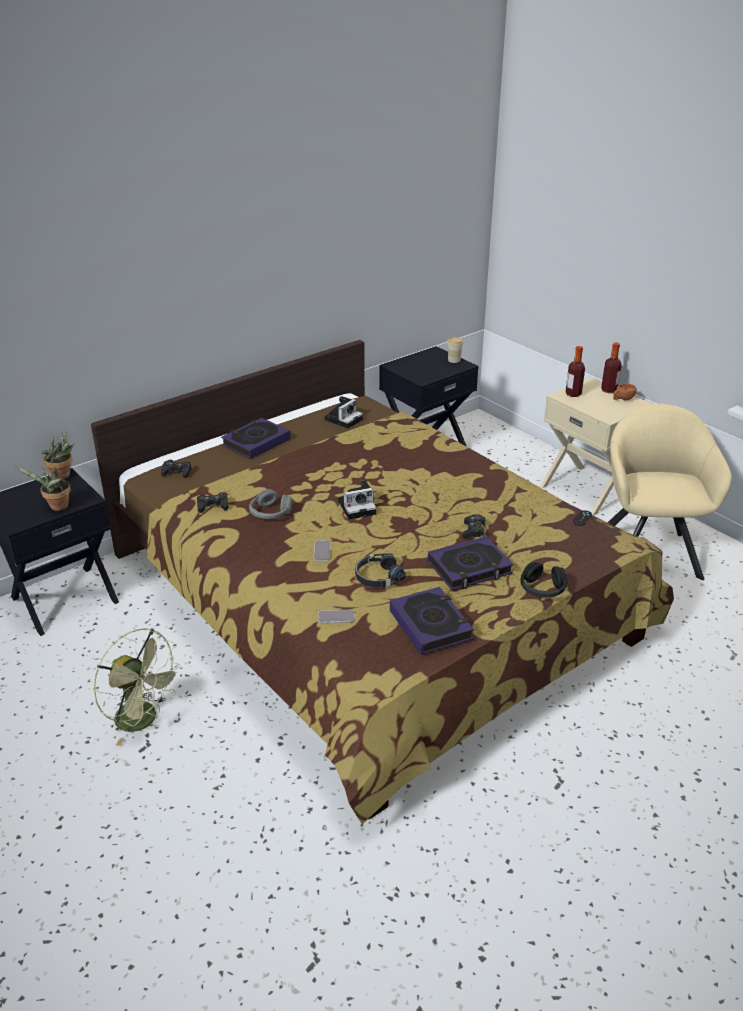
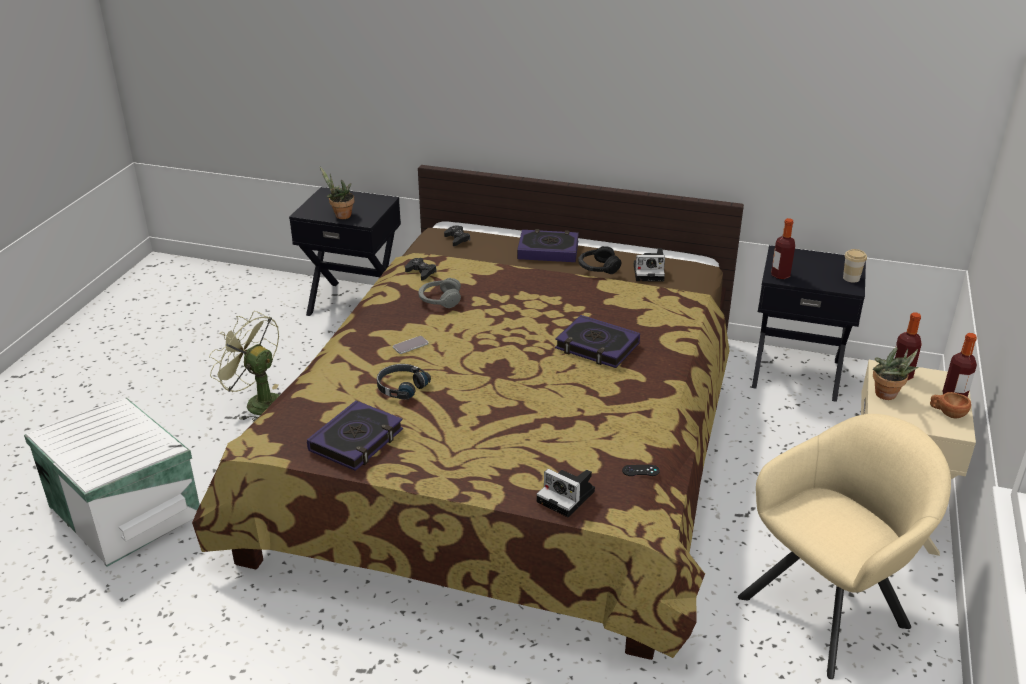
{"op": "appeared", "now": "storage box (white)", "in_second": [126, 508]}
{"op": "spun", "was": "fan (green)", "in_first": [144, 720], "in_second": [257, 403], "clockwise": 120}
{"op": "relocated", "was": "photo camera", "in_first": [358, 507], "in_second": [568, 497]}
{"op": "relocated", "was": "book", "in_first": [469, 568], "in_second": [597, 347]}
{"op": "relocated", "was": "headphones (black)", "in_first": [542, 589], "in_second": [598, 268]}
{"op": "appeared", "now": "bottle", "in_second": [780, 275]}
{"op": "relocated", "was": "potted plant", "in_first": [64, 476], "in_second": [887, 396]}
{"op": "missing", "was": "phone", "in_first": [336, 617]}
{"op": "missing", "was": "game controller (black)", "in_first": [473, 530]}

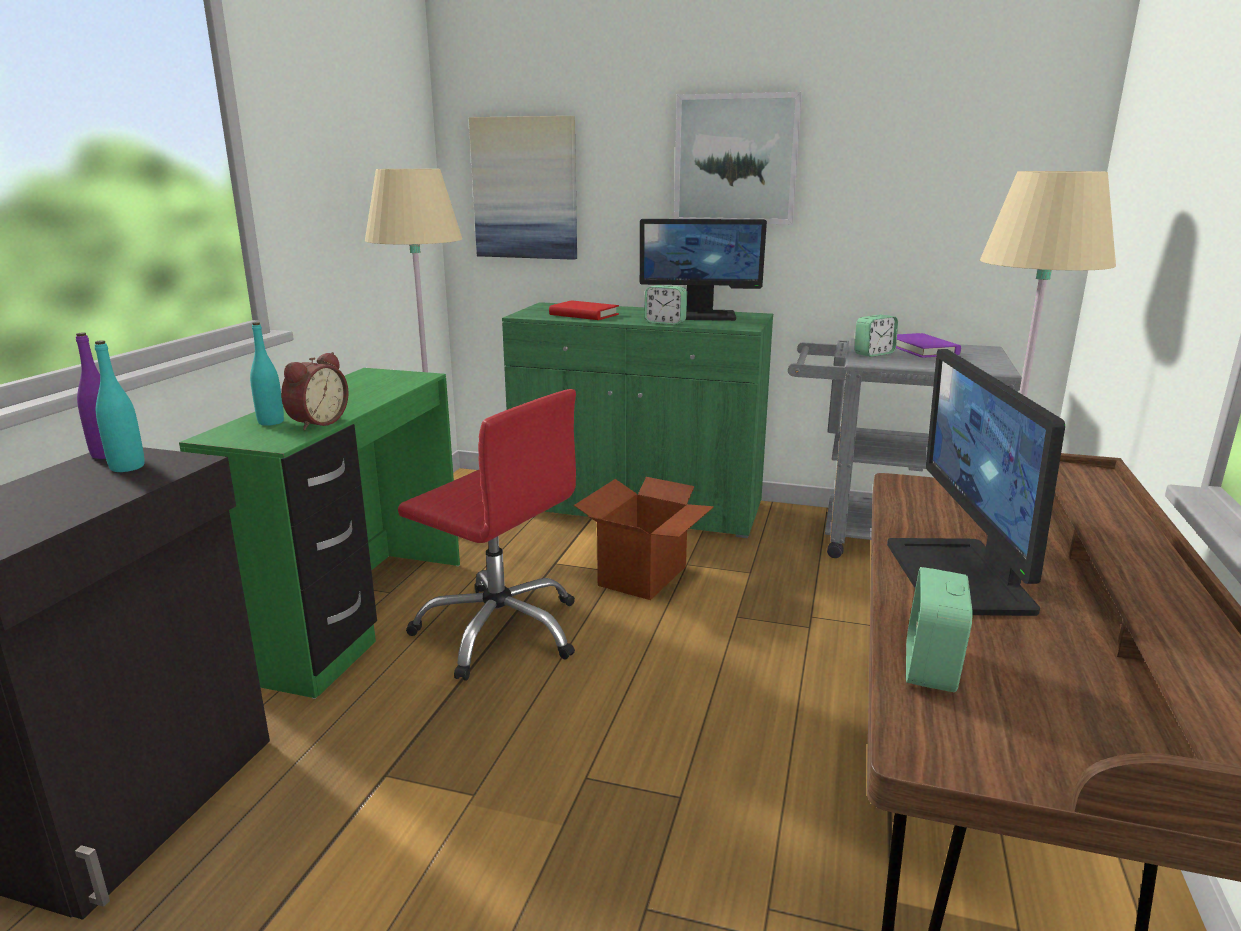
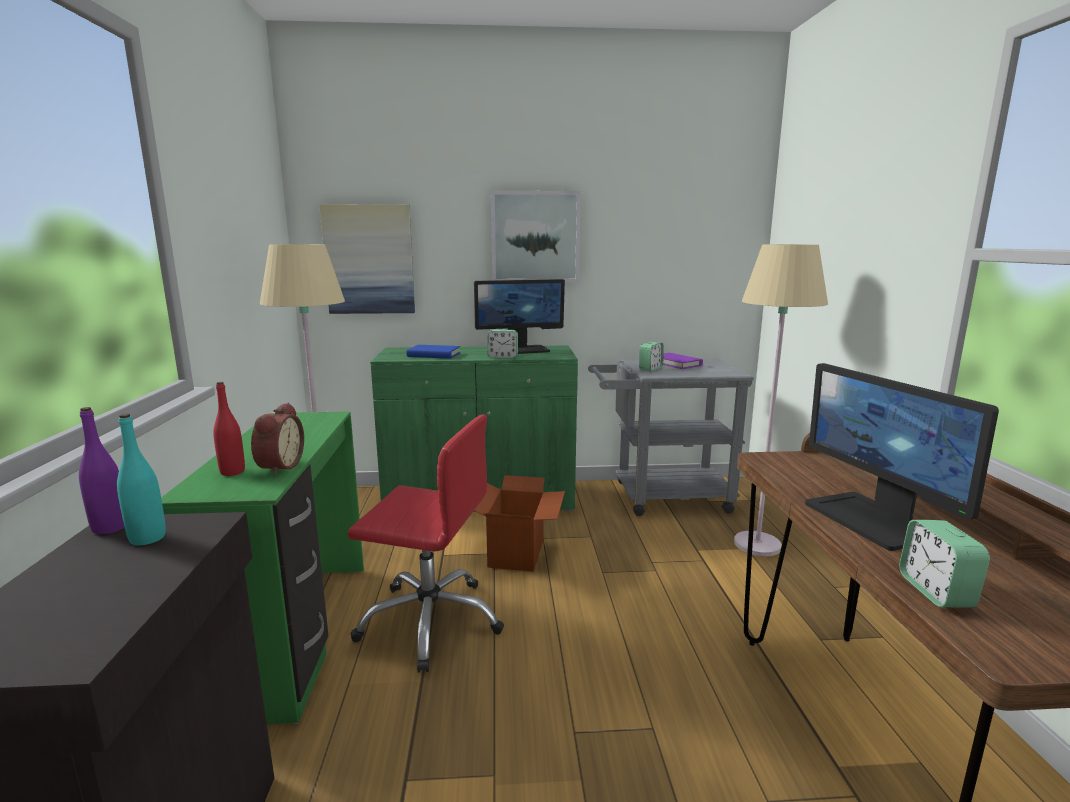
{"op": "colour", "was": "bottle (turquoise)", "now": "bottle (red)", "in_first": [271, 422], "in_second": [232, 472]}
{"op": "colour", "was": "book (red)", "now": "book (blue)", "in_first": [584, 315], "in_second": [434, 355]}

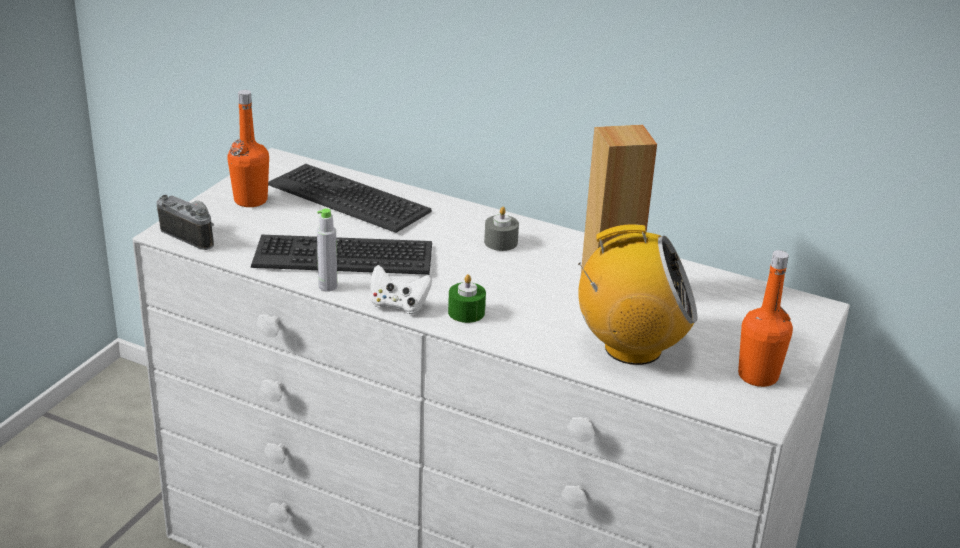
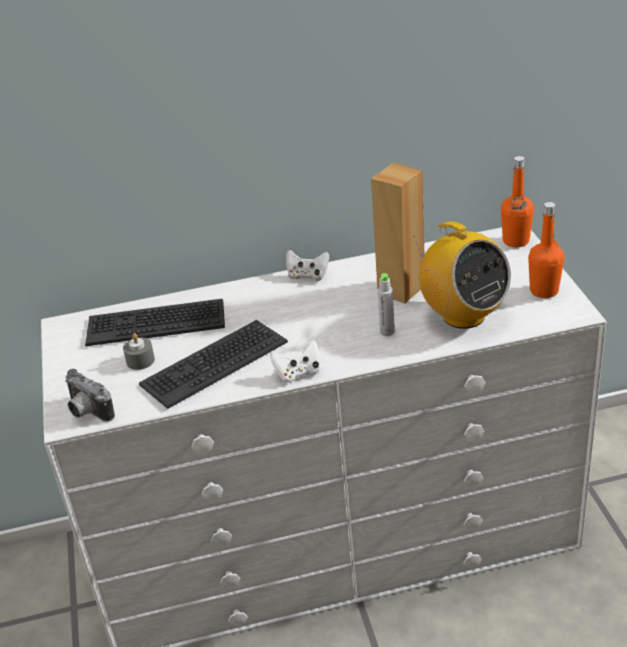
{"op": "spun", "was": "photo camera", "in_first": [193, 234], "in_second": [87, 412], "clockwise": -135}
{"op": "relocated", "was": "candle (grey)", "in_first": [501, 242], "in_second": [140, 360]}
{"op": "appeared", "now": "game controller (white)", "in_second": [307, 276]}
{"op": "relocated", "was": "bottle (grey)", "in_first": [327, 286], "in_second": [387, 331]}
{"op": "spun", "was": "radio", "in_first": [631, 348], "in_second": [463, 315], "clockwise": 90}
{"op": "relocated", "was": "bottle (orange)", "in_first": [250, 200], "in_second": [516, 241]}
{"op": "missing", "was": "candle (green)", "in_first": [466, 312]}

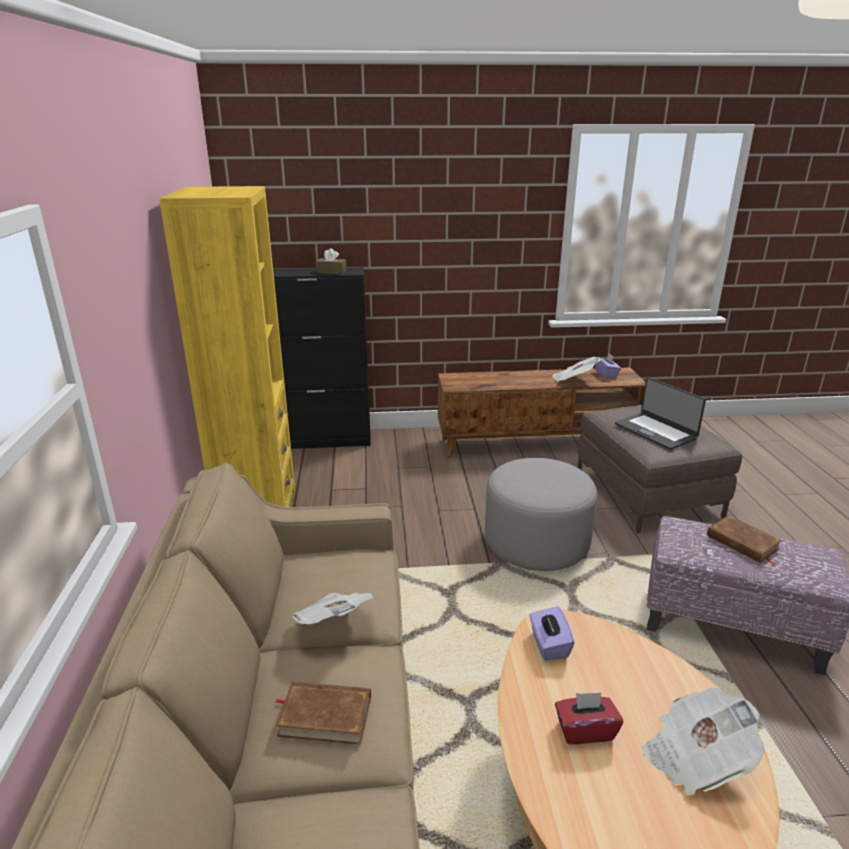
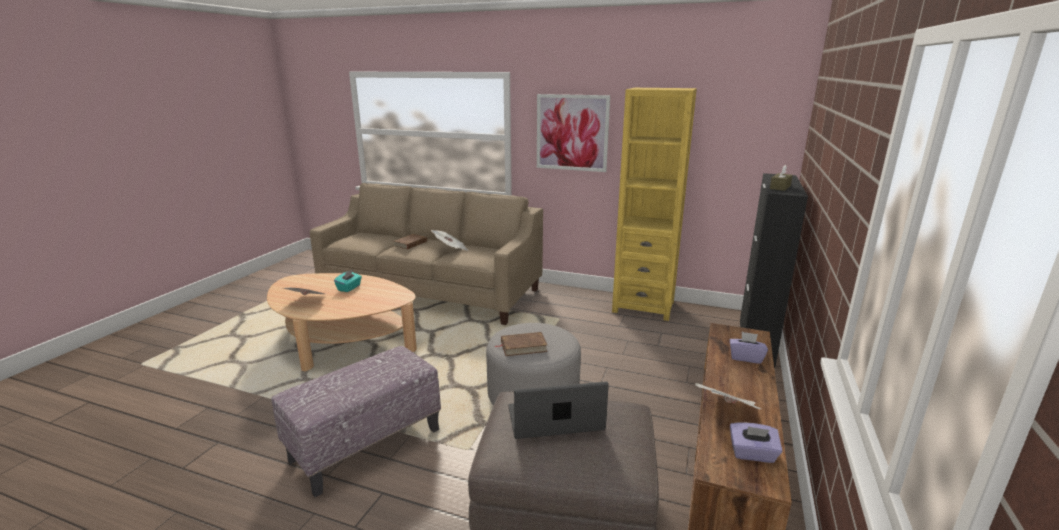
{"op": "colour", "was": "tissue box (red)", "now": "tissue box (turquoise)", "in_first": [585, 730], "in_second": [349, 288]}
{"op": "relocated", "was": "book (brown)", "in_first": [742, 542], "in_second": [523, 346]}
{"op": "appeared", "now": "picture", "in_second": [572, 133]}
{"op": "relocated", "was": "tissue box (purple)", "in_first": [549, 645], "in_second": [745, 357]}

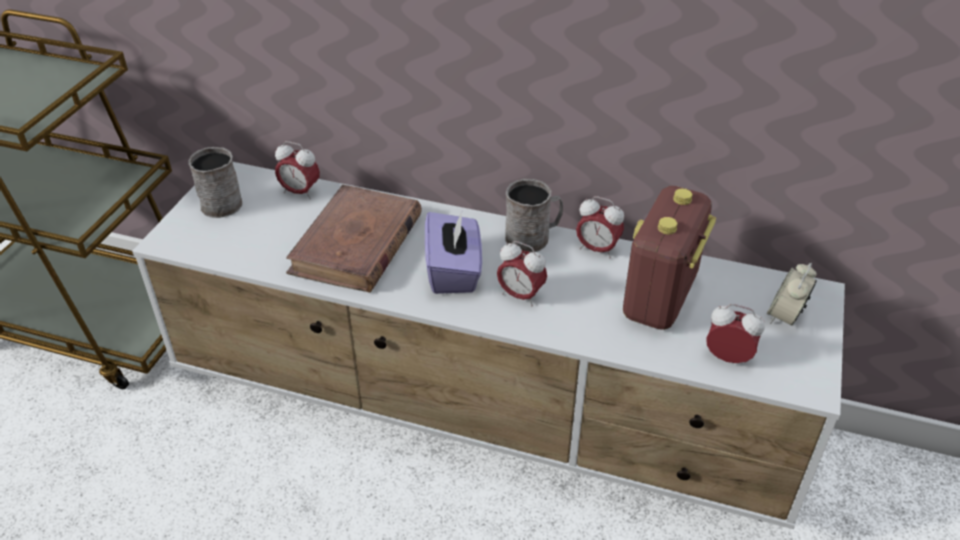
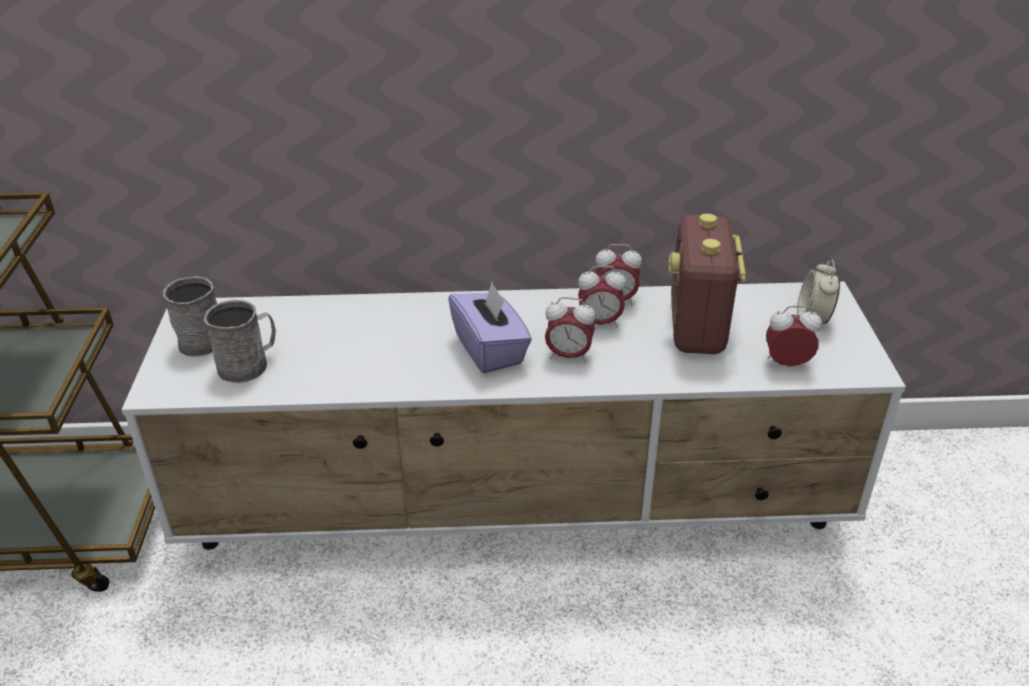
{"op": "relocated", "was": "mug (grey)", "in_first": [533, 237], "in_second": [249, 364]}
{"op": "relocated", "was": "alarm clock", "in_first": [300, 192], "in_second": [599, 323]}
{"op": "missing", "was": "book (brown)", "in_first": [356, 244]}

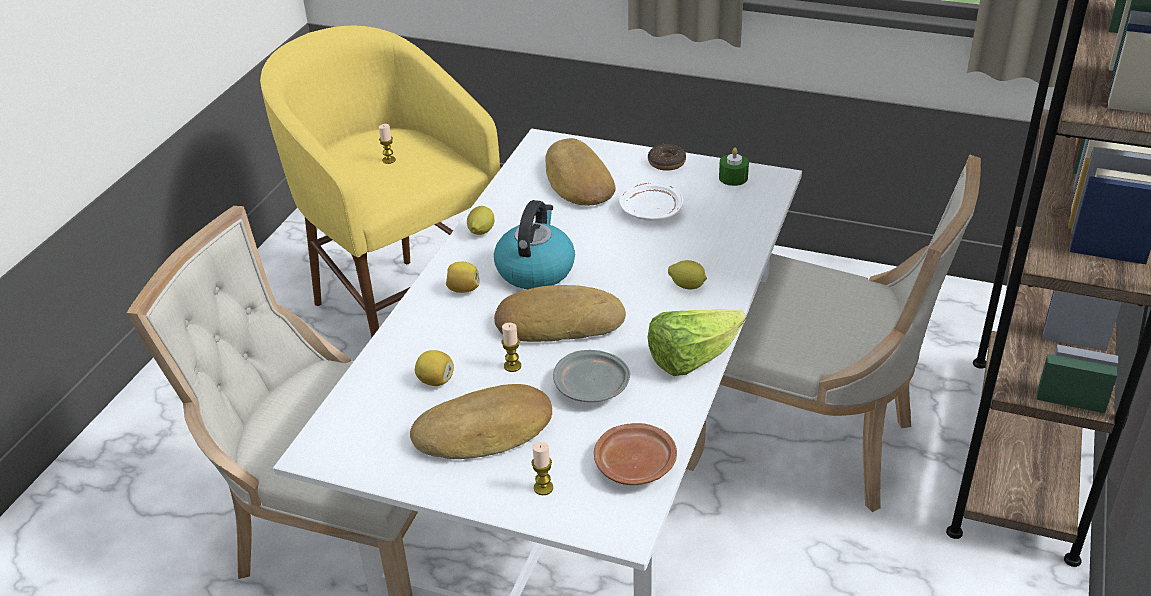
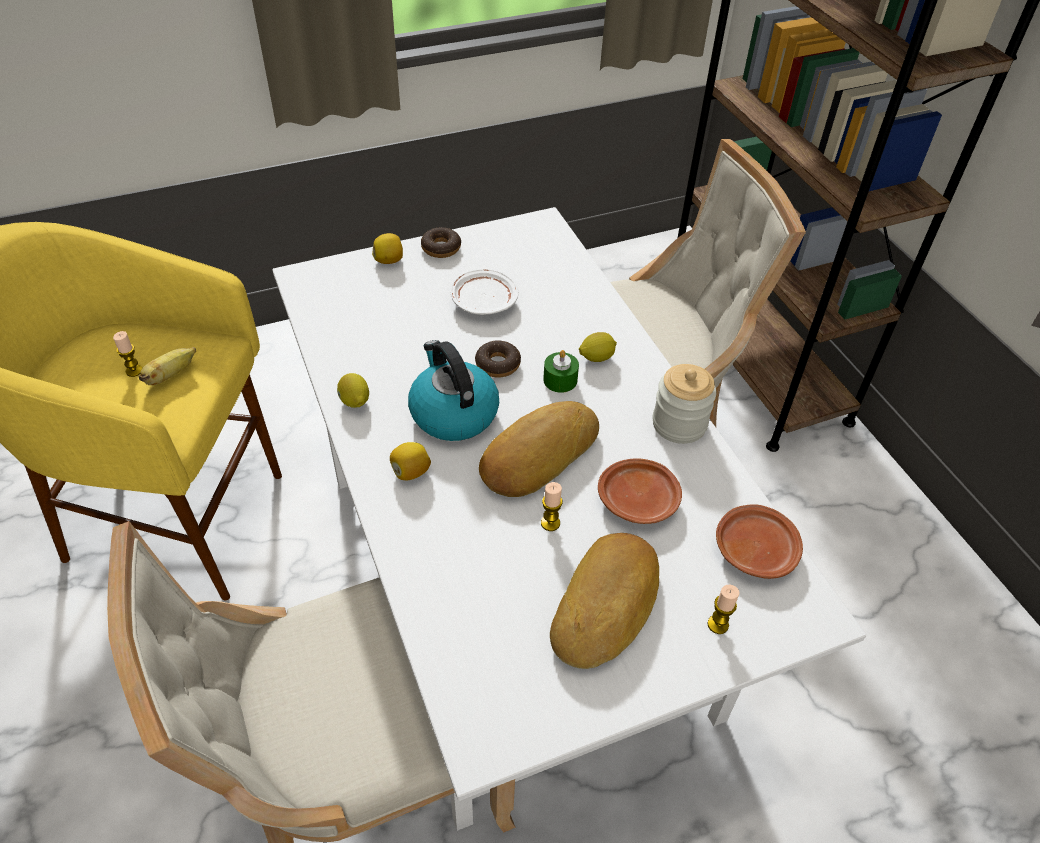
{"op": "appeared", "now": "banana", "in_second": [170, 375]}
{"op": "relocated", "was": "lemon", "in_first": [435, 380], "in_second": [389, 260]}
{"op": "appeared", "now": "donut", "in_second": [498, 364]}
{"op": "relocated", "was": "candle (green)", "in_first": [733, 177], "in_second": [560, 380]}
{"op": "colour", "was": "plate (grey)", "now": "plate (brown)", "in_first": [592, 387], "in_second": [639, 500]}
{"op": "exchanged", "was": "lettuce", "now": "jar", "in_first": [691, 359], "in_second": [679, 424]}
{"op": "missing", "was": "bread", "in_first": [577, 181]}

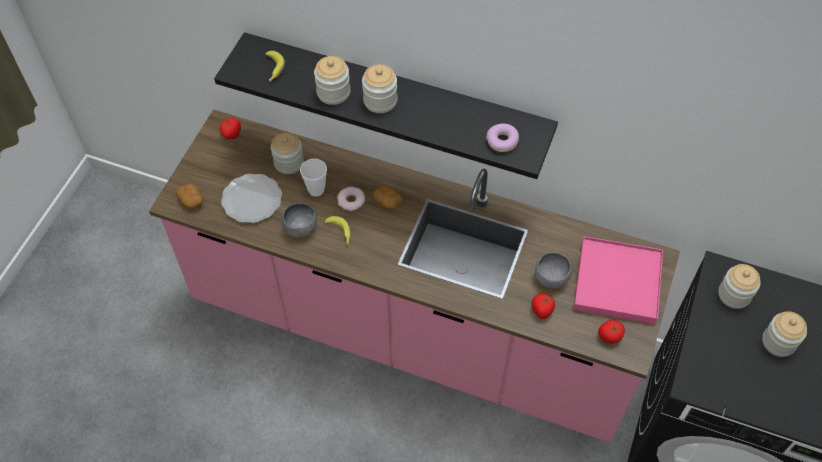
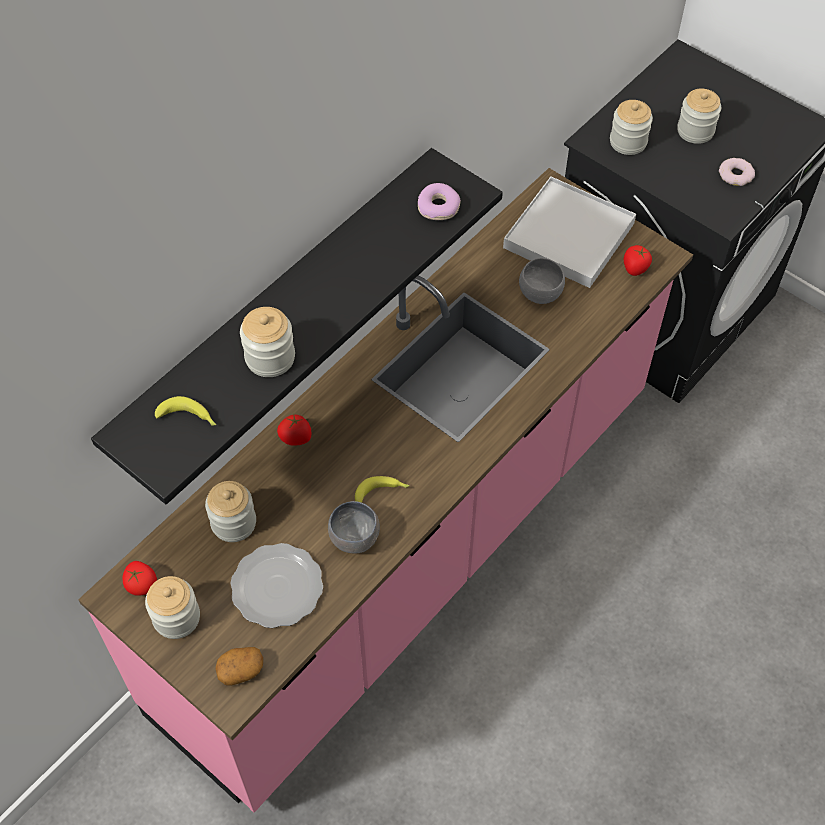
{"op": "relocated", "was": "jar", "in_first": [380, 101], "in_second": [176, 617]}
{"op": "relocated", "was": "tomato", "in_first": [542, 310], "in_second": [296, 437]}
{"op": "colour", "was": "tray (pink)", "now": "tray (white)", "in_first": [617, 282], "in_second": [569, 236]}
{"op": "relocated", "was": "donut", "in_first": [351, 201], "in_second": [736, 175]}
{"op": "missing", "was": "cup", "in_first": [316, 190]}
{"op": "missing", "was": "potato", "in_first": [388, 202]}

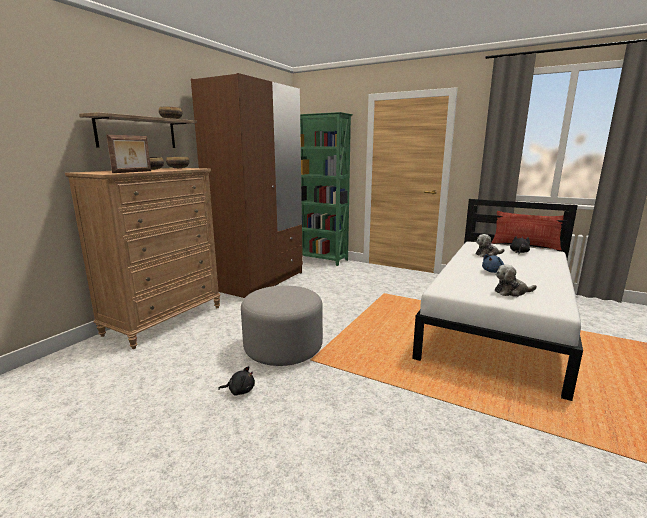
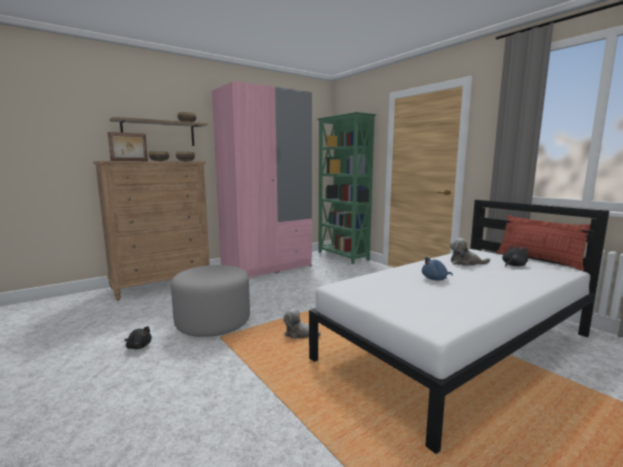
{"op": "colour", "was": "wardrobe (brown)", "now": "wardrobe (pink)", "in_first": [259, 281], "in_second": [267, 267]}
{"op": "relocated", "was": "plush toy", "in_first": [511, 292], "in_second": [299, 334]}

